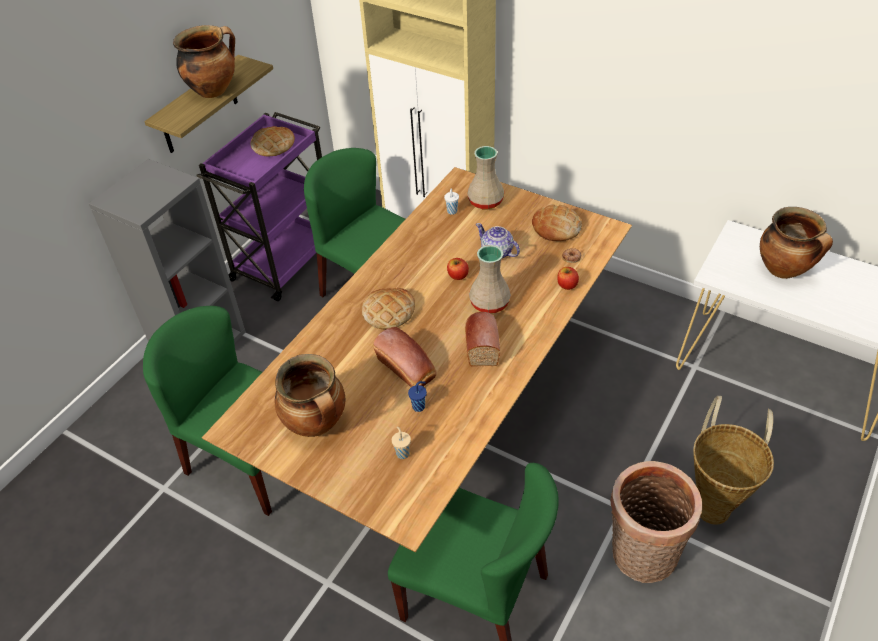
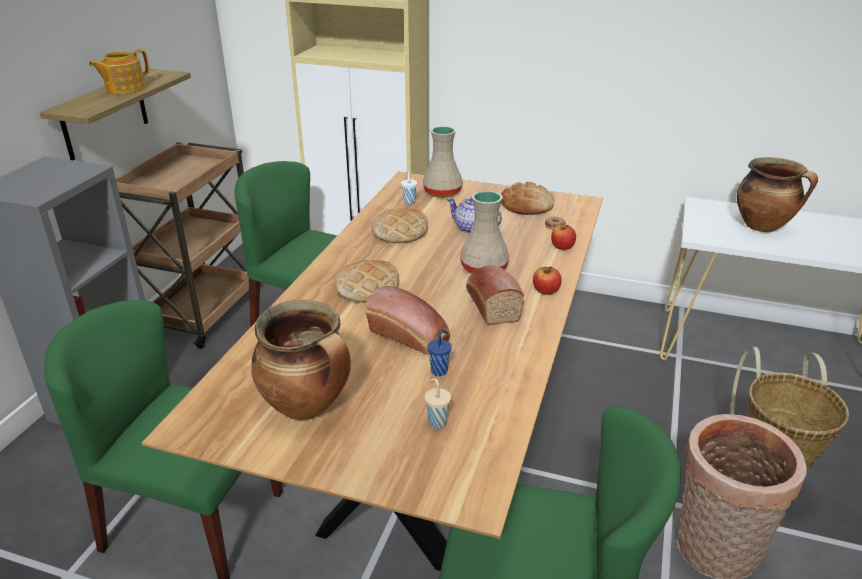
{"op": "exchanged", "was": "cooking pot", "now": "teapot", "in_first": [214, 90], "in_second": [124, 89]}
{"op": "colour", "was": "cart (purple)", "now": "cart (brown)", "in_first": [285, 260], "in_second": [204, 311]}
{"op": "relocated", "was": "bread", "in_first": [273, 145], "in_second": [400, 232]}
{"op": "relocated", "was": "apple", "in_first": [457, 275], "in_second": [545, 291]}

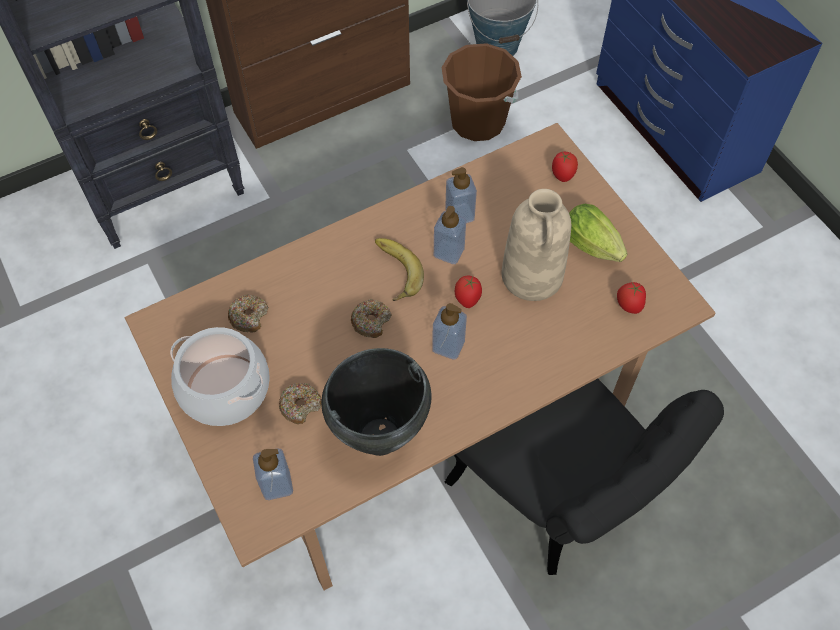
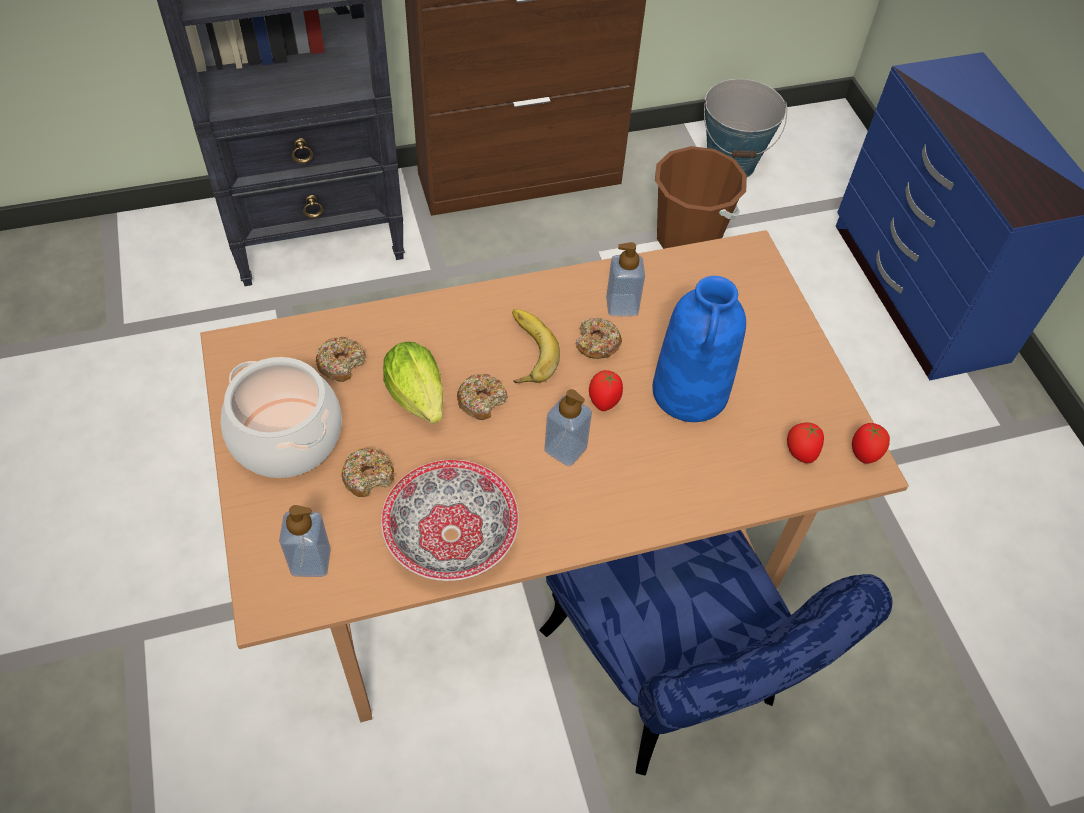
{"op": "exchanged", "was": "cooking pot (black)", "now": "bowl", "in_first": [379, 437], "in_second": [450, 534]}
{"op": "relocated", "was": "lettuce", "in_first": [594, 248], "in_second": [419, 401]}
{"op": "colour", "was": "chair (black)", "now": "chair (blue)", "in_first": [557, 497], "in_second": [671, 682]}
{"op": "exchanged", "was": "soap dispenser", "now": "donut", "in_first": [449, 252], "in_second": [597, 344]}
{"op": "colour", "was": "vase (beige)", "now": "vase (blue)", "in_first": [533, 276], "in_second": [690, 393]}
{"op": "relocated", "was": "tomato", "in_first": [562, 175], "in_second": [864, 453]}

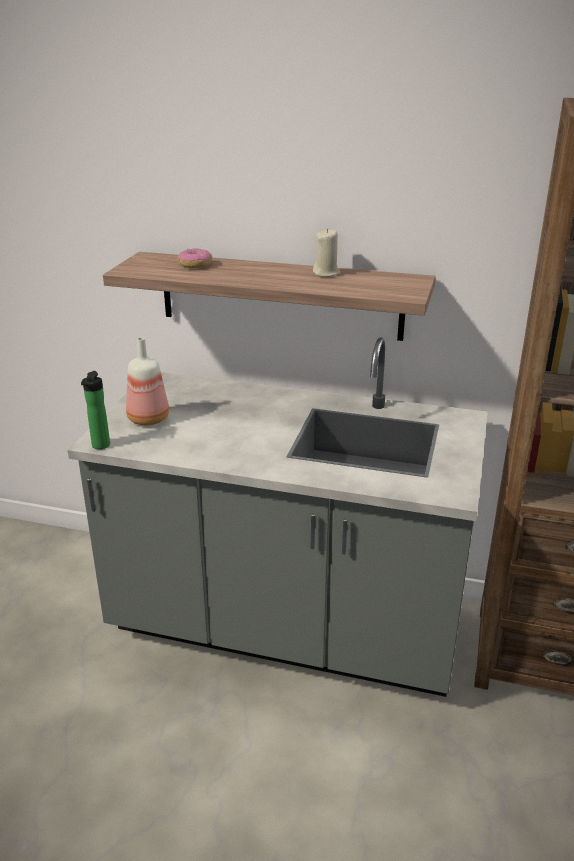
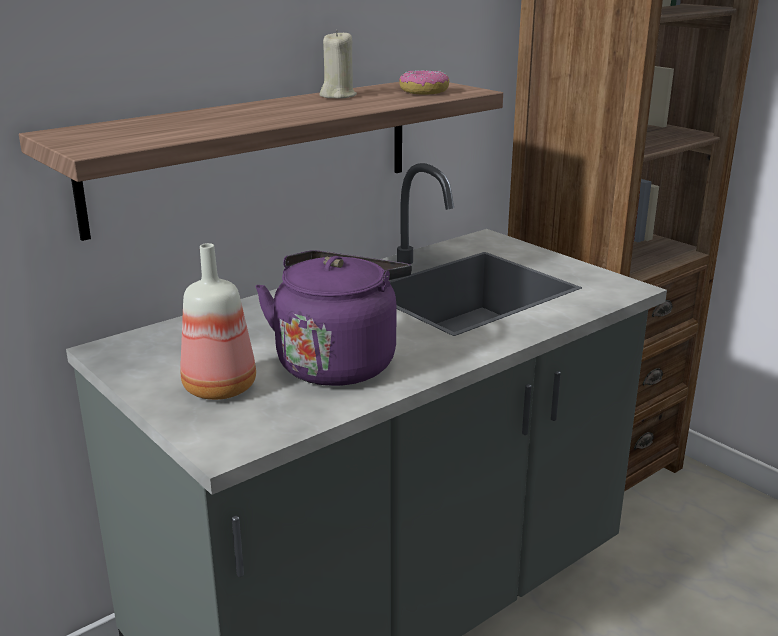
{"op": "appeared", "now": "kettle (purple)", "in_second": [338, 362]}
{"op": "relocated", "was": "donut", "in_first": [195, 265], "in_second": [424, 92]}
{"op": "missing", "was": "bottle", "in_first": [100, 446]}

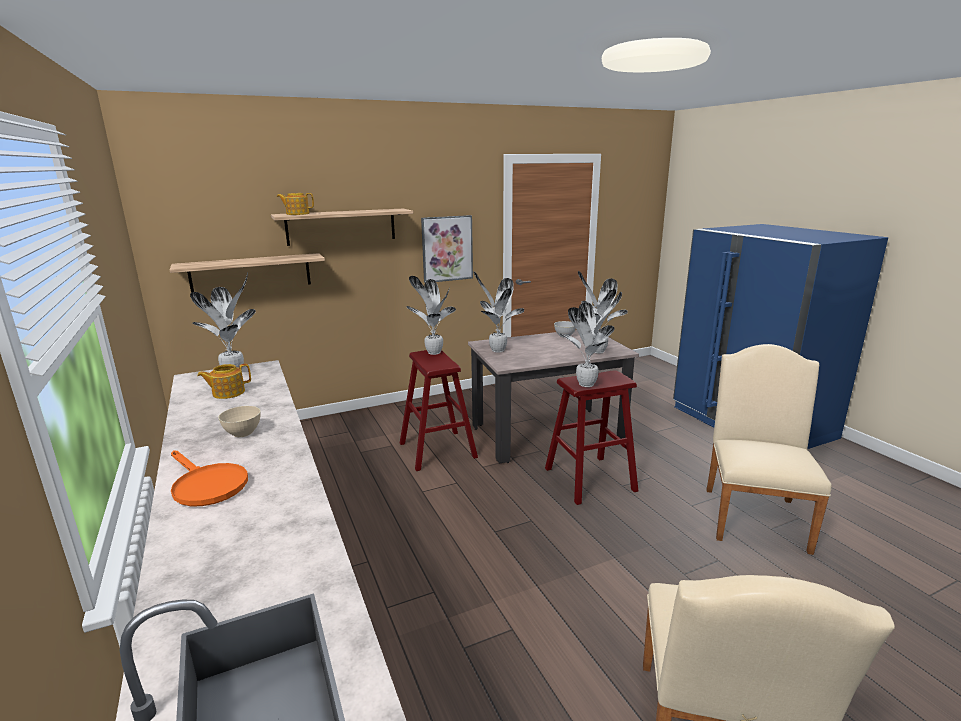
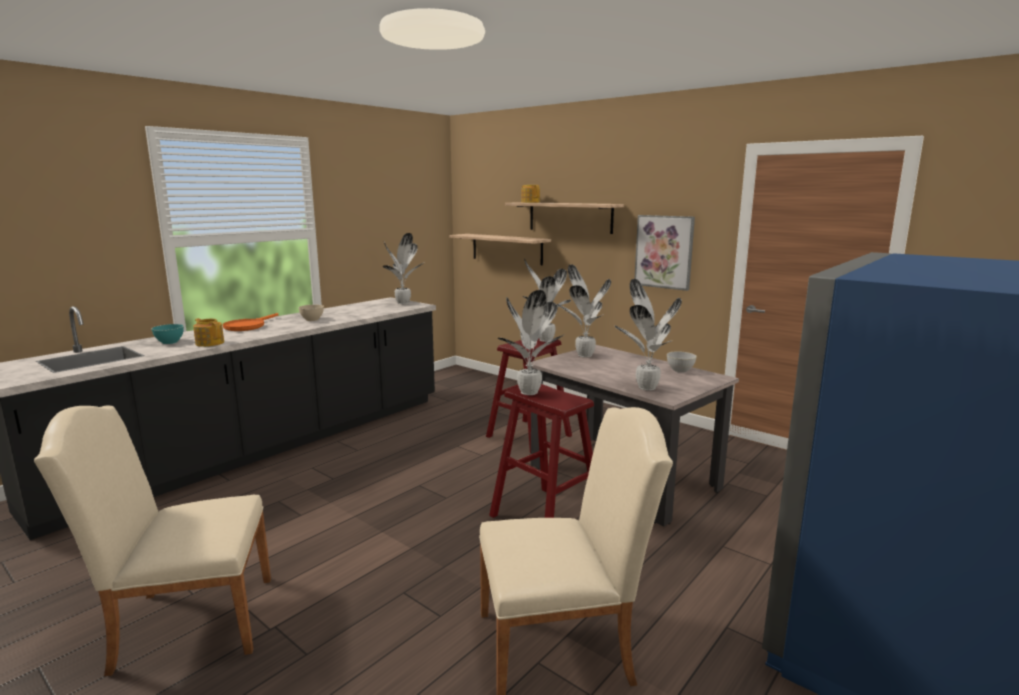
{"op": "appeared", "now": "bowl (turquoise)", "in_second": [169, 342]}
{"op": "relocated", "was": "teapot", "in_first": [228, 393], "in_second": [210, 343]}

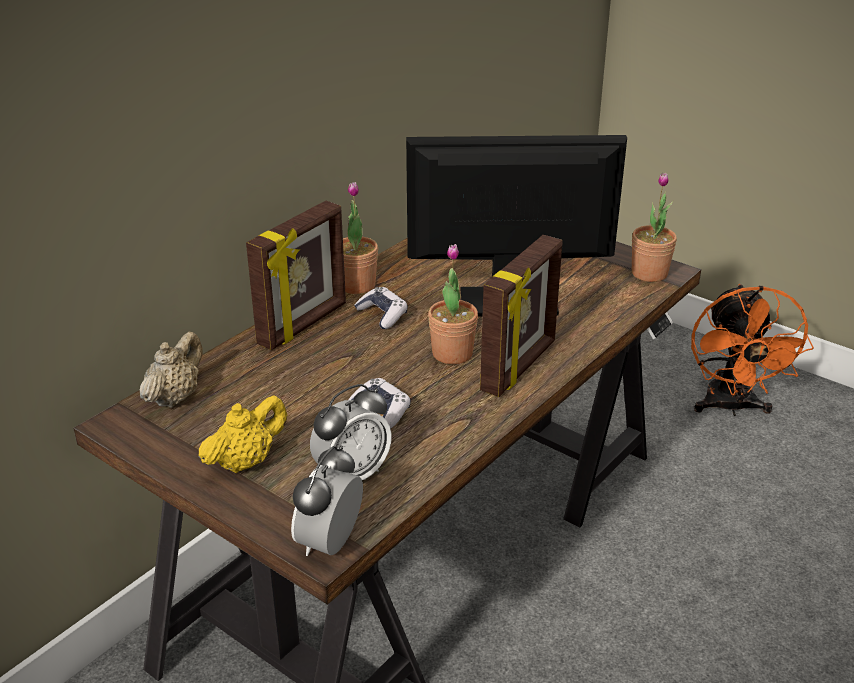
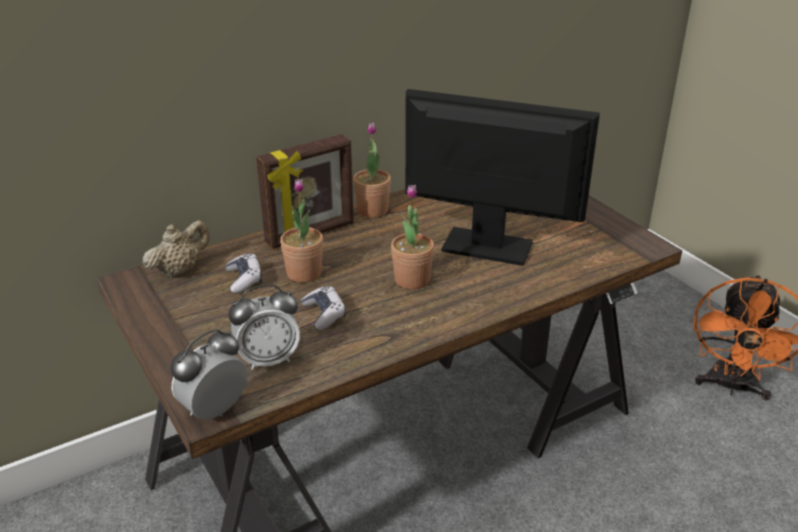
{"op": "relocated", "was": "game controller", "in_first": [382, 315], "in_second": [244, 279]}
{"op": "relocated", "was": "potted plant", "in_first": [649, 273], "in_second": [304, 273]}
{"op": "missing", "was": "teapot (yellow)", "in_first": [246, 461]}
{"op": "missing", "was": "picture frame", "in_first": [520, 367]}

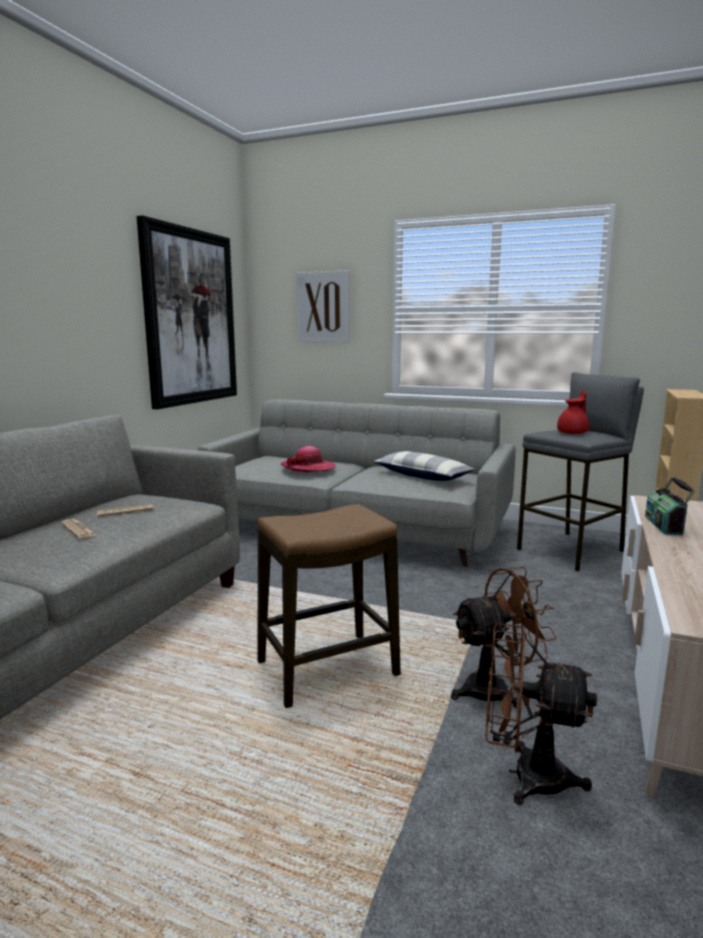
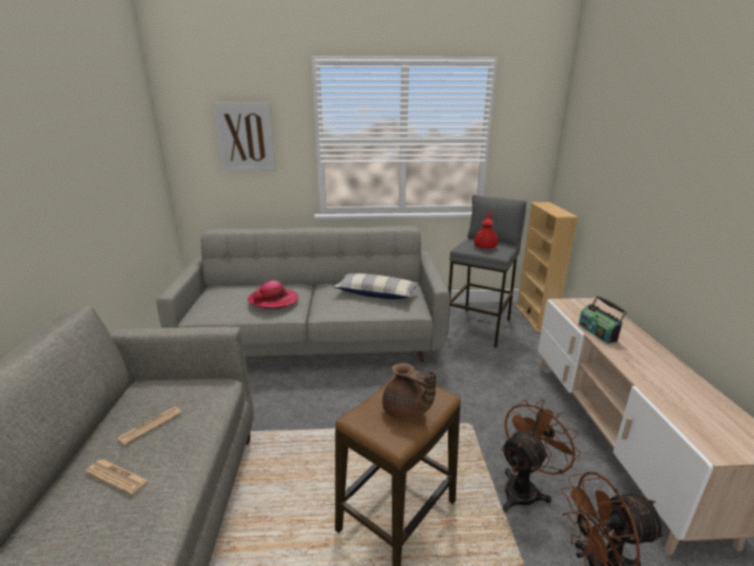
{"op": "appeared", "now": "teapot (brown)", "in_second": [406, 412]}
{"op": "missing", "was": "picture", "in_first": [190, 317]}

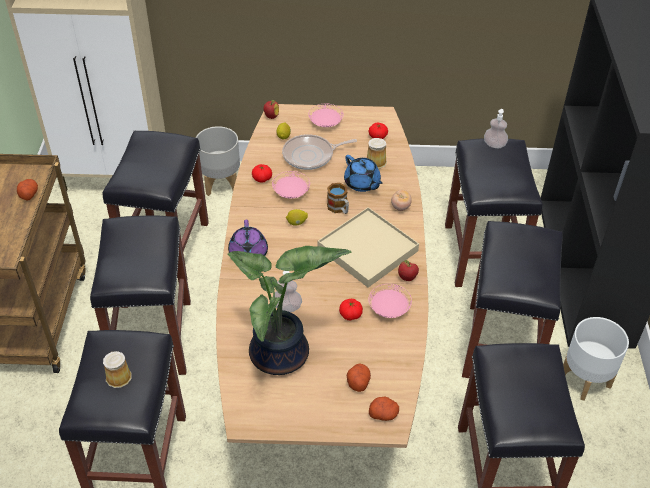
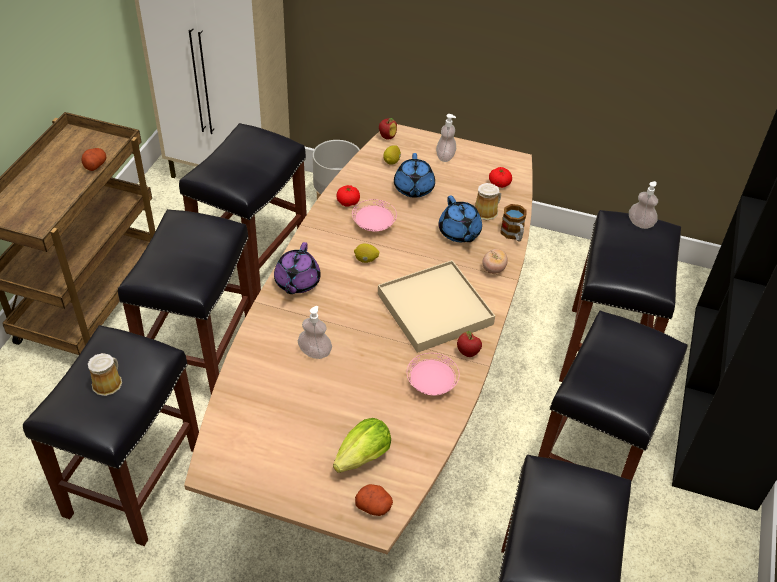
{"op": "exchanged", "was": "potato", "now": "lettuce", "in_first": [358, 382], "in_second": [360, 460]}
{"op": "exchanged", "was": "frying pan", "now": "teapot (blue)", "in_first": [311, 156], "in_second": [413, 189]}
{"op": "exchanged", "was": "plate (pink)", "now": "soap dispenser", "in_first": [325, 123], "in_second": [445, 156]}
{"op": "relocated", "was": "mug", "in_first": [339, 209], "in_second": [513, 235]}
{"op": "missing", "was": "potted plant", "in_first": [282, 357]}
{"op": "missing", "was": "tomato", "in_first": [350, 315]}
{"op": "missing", "was": "planter (white)", "in_first": [586, 379]}

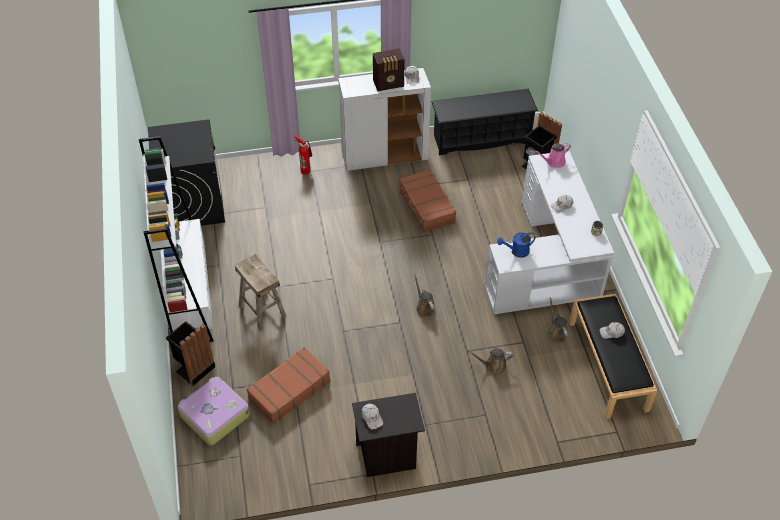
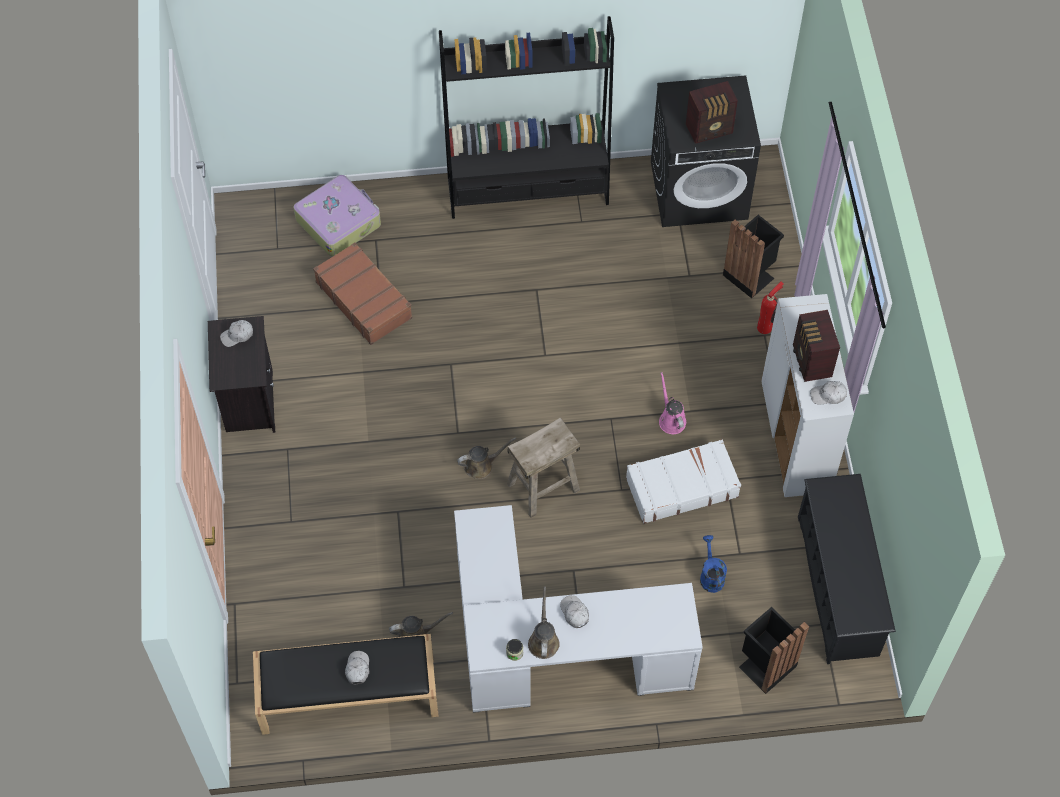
{"op": "colour", "was": "bookcase (white)", "now": "bookcase (black)", "in_first": [190, 297], "in_second": [528, 191]}
{"op": "relocated", "was": "stool (beige)", "in_first": [262, 310], "in_second": [543, 486]}
{"op": "relocated", "was": "watering can (brown)", "in_first": [493, 365], "in_second": [543, 640]}
{"op": "colour", "was": "suitcase (brown)", "now": "suitcase (white)", "in_first": [426, 206], "in_second": [681, 487]}
{"op": "relocated", "was": "watering can (pink)", "in_first": [554, 162], "in_second": [671, 419]}
{"op": "appeared", "now": "radio", "in_second": [710, 129]}
{"op": "relocated", "was": "watering can (blue)", "in_first": [516, 252], "in_second": [710, 575]}
{"op": "relocated", "was": "trash can (black)", "in_first": [194, 368], "in_second": [749, 275]}

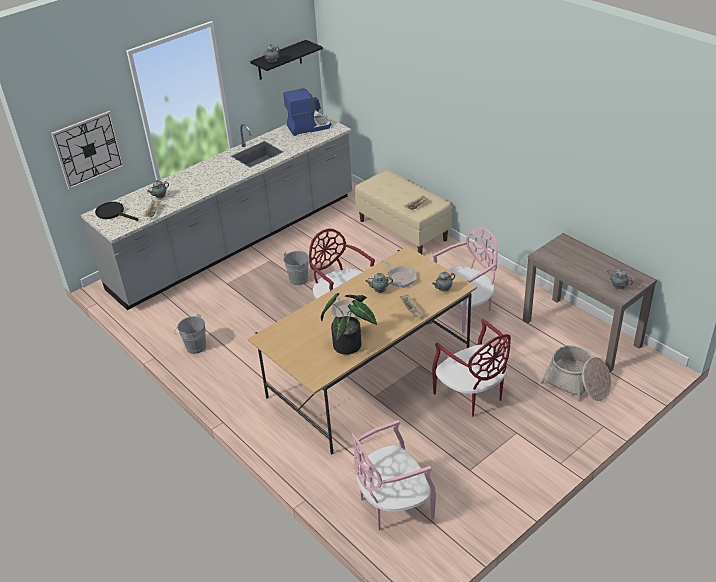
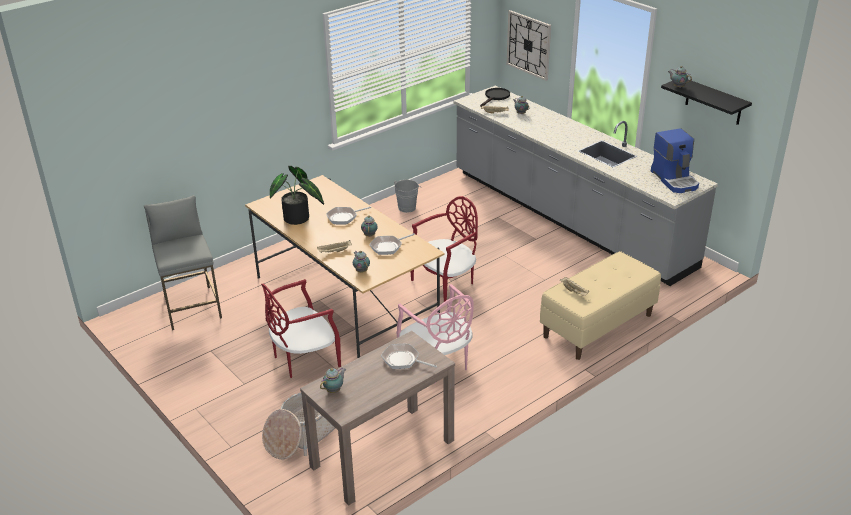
{"op": "exchanged", "was": "chair (pink)", "now": "stool (grey)", "in_first": [393, 504], "in_second": [192, 307]}
{"op": "appeared", "now": "frying pan", "in_second": [403, 360]}
{"op": "missing", "was": "bucket (grey)", "in_first": [300, 278]}

